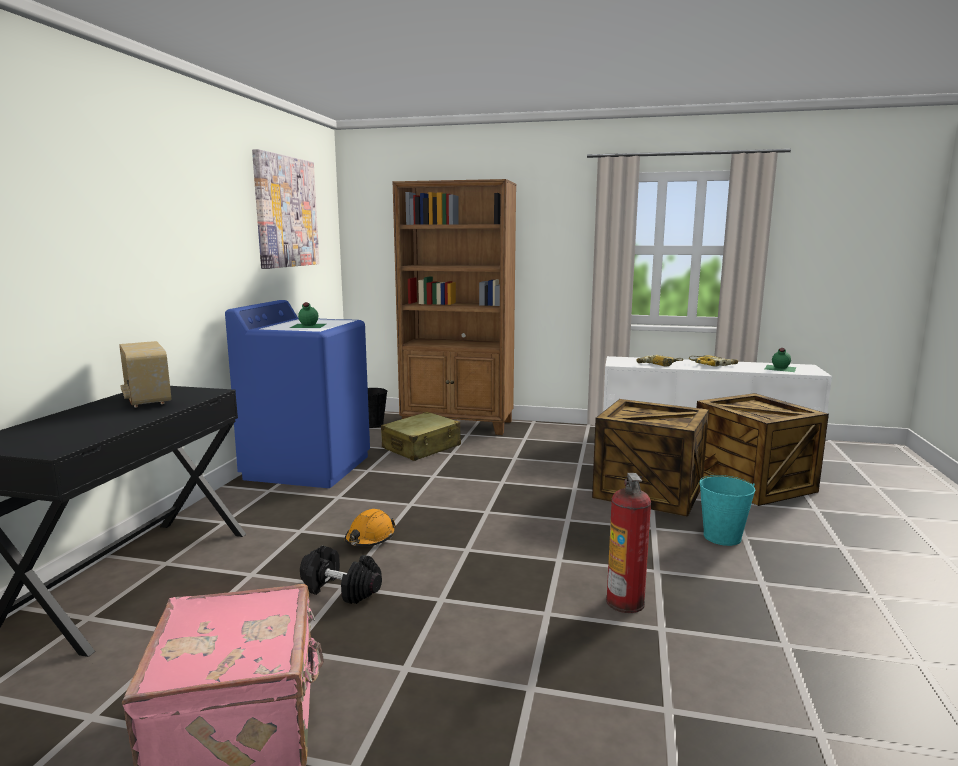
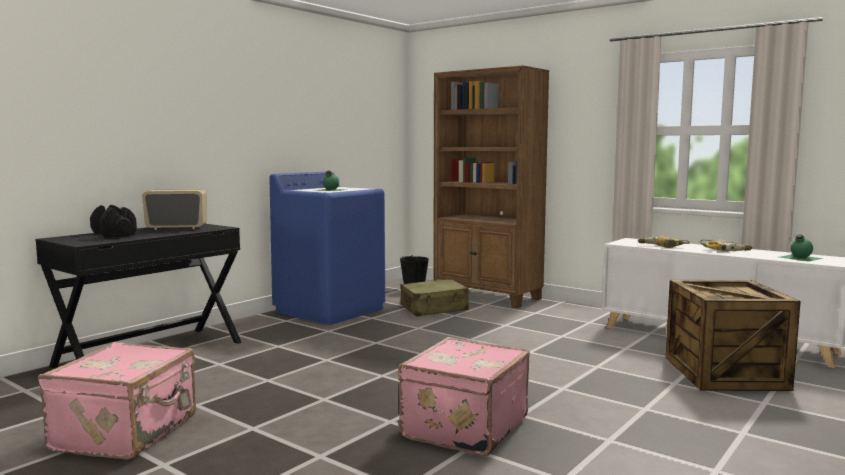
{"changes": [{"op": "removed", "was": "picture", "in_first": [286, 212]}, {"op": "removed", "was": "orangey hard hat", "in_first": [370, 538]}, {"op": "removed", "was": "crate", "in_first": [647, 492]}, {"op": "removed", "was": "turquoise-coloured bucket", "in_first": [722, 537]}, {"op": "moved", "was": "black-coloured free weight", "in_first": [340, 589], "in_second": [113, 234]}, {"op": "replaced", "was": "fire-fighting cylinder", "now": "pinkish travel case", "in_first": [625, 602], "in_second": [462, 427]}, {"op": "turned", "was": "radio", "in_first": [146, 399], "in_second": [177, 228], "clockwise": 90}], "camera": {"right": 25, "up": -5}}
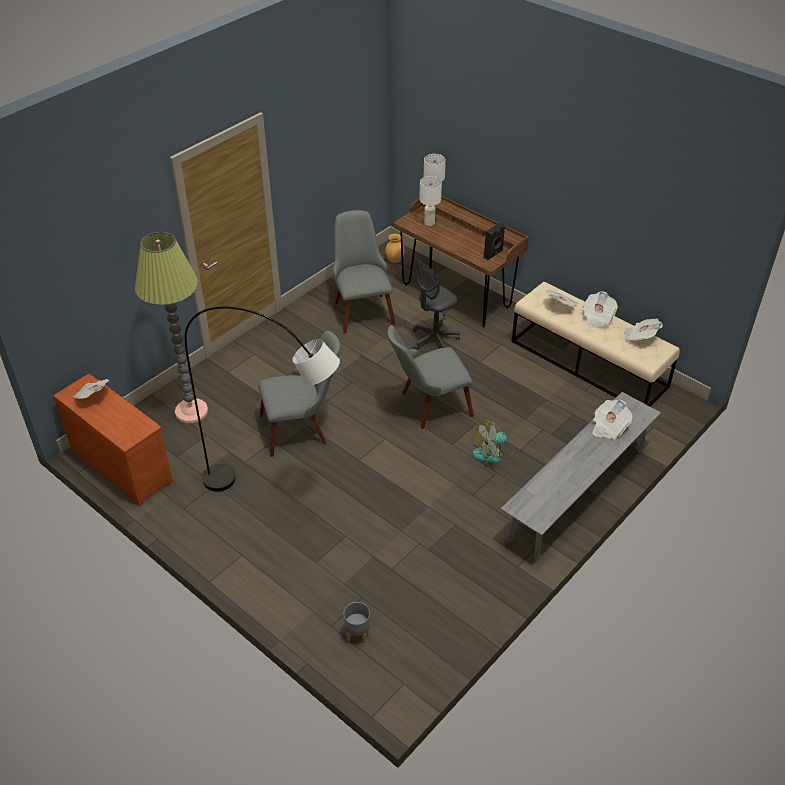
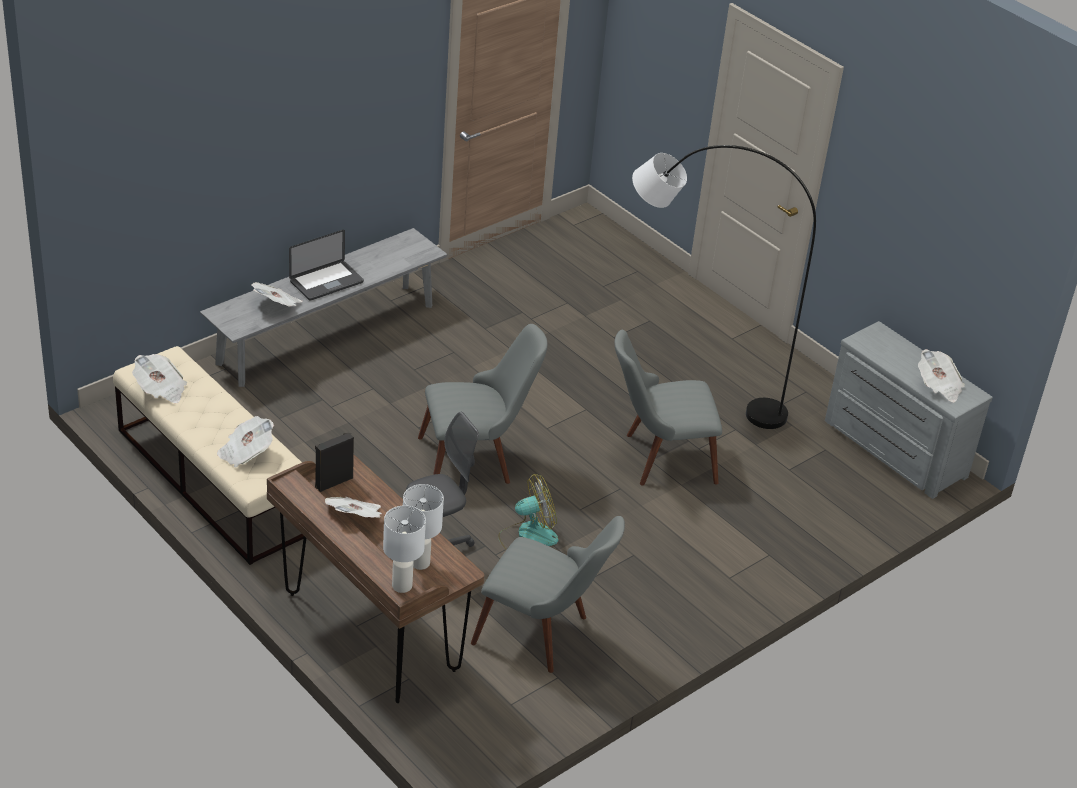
{"changes": [{"op": "removed", "was": "floor lamp", "in_first": [191, 411]}, {"op": "removed", "was": "greyish flower pot", "in_first": [357, 634]}, {"op": "removed", "was": "brownish vase", "in_first": [395, 260]}, {"op": "added", "now": "portable computer", "in_second": [326, 282]}, {"op": "moved", "was": "electric fan", "in_first": [493, 453], "in_second": [528, 537]}, {"op": "moved", "was": "newspaper", "in_first": [597, 318], "in_second": [356, 518]}, {"op": "recoloured", "was": "brownish dresser", "now": "greyish dresser", "in_first": [124, 464], "in_second": [893, 450]}, {"op": "turned", "was": "greyish chair", "in_first": [361, 308], "in_second": [544, 634], "clockwise": -60}], "camera": {"right": -175, "up": -5}}
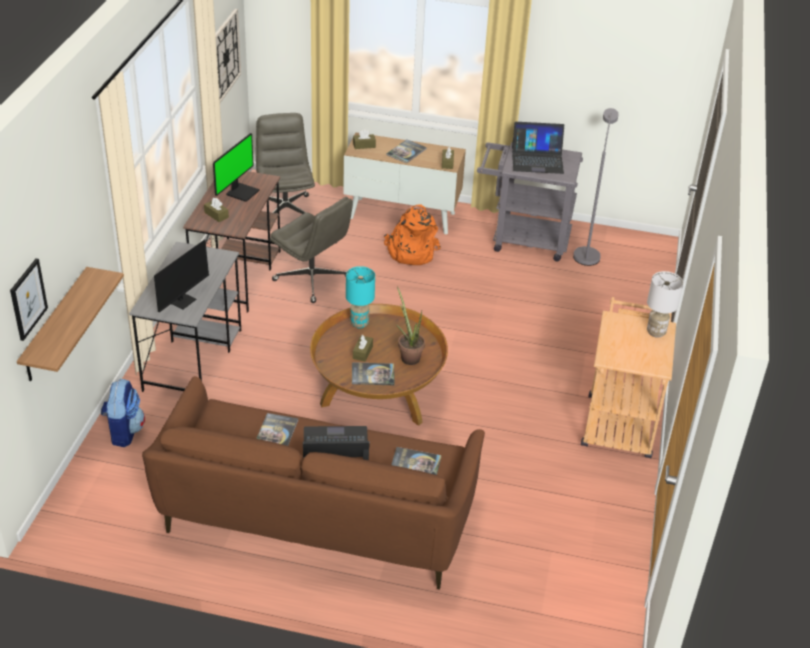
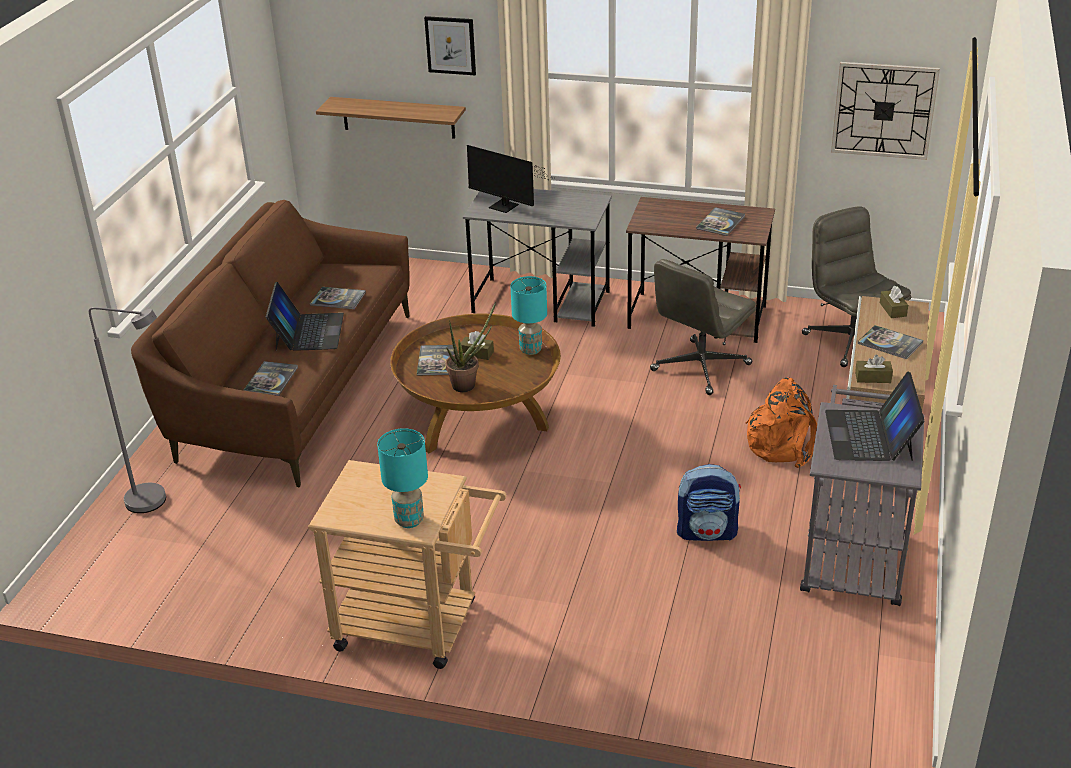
{"changes": [{"op": "removed", "was": "brownish tissue holder", "in_first": [216, 215]}, {"op": "moved", "was": "picture", "in_first": [28, 299], "in_second": [450, 45]}, {"op": "moved", "was": "knapsack", "in_first": [124, 431], "in_second": [707, 532]}, {"op": "moved", "was": "greyish floor lamp", "in_first": [587, 253], "in_second": [156, 502]}, {"op": "replaced", "was": "computer display", "now": "volume", "in_first": [241, 192], "in_second": [720, 222]}, {"op": "recoloured", "was": "whitish table lamp", "now": "turquoise-coloured table lamp", "in_first": [656, 332], "in_second": [409, 520]}, {"op": "turned", "was": "greyish desk chair", "in_first": [285, 211], "in_second": [850, 341], "clockwise": -105}], "camera": {"right": 95, "up": -5}}
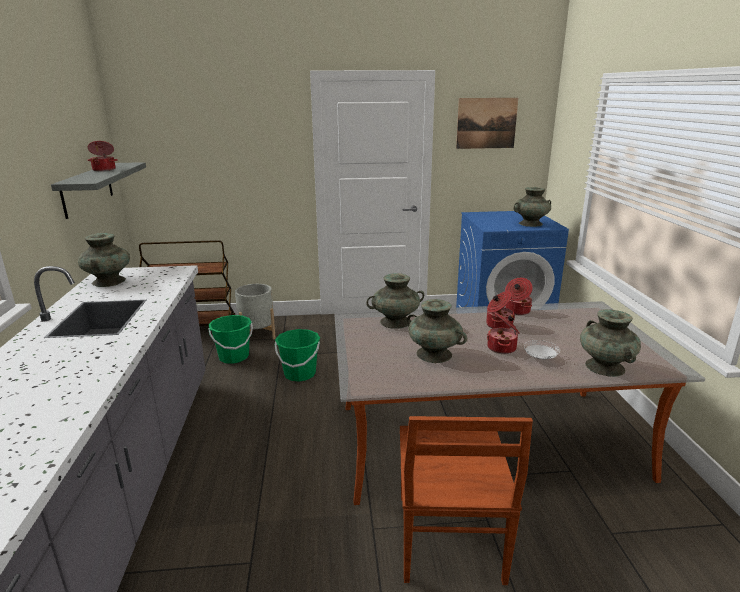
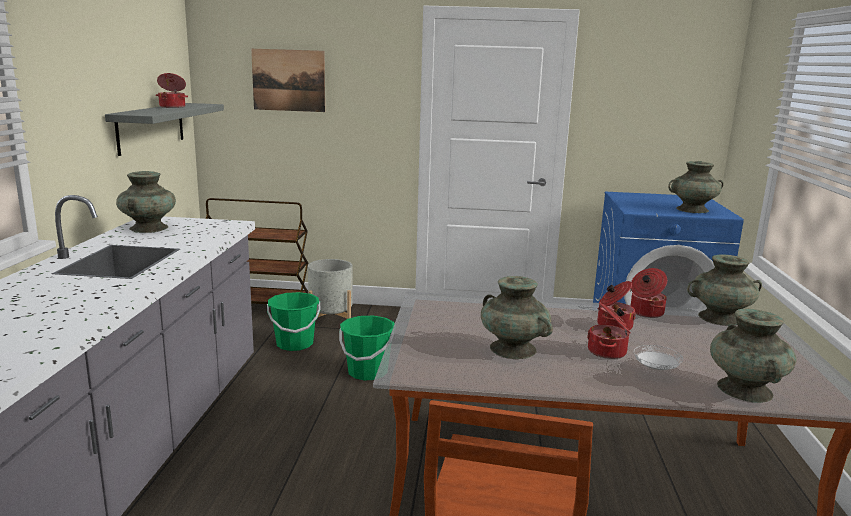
{"changes": [{"op": "moved", "was": "turquoise-coloured vase", "in_first": [395, 322], "in_second": [719, 318]}, {"op": "moved", "was": "picture", "in_first": [486, 123], "in_second": [288, 80]}], "camera": {"right": 10, "up": -5}}
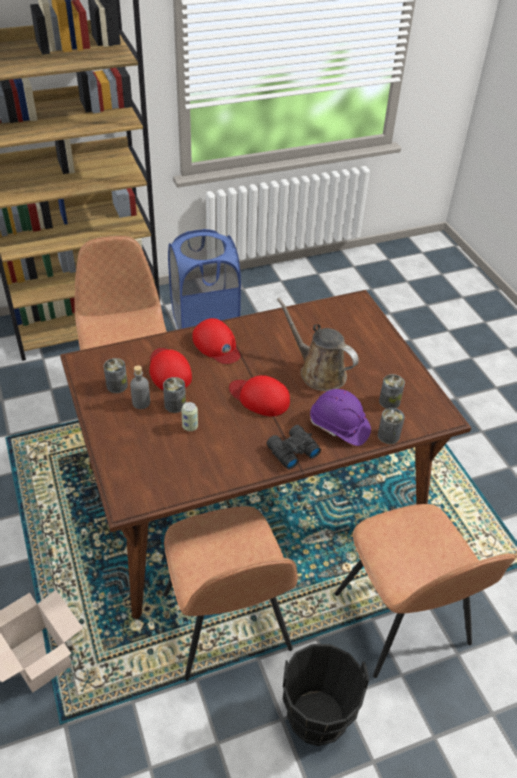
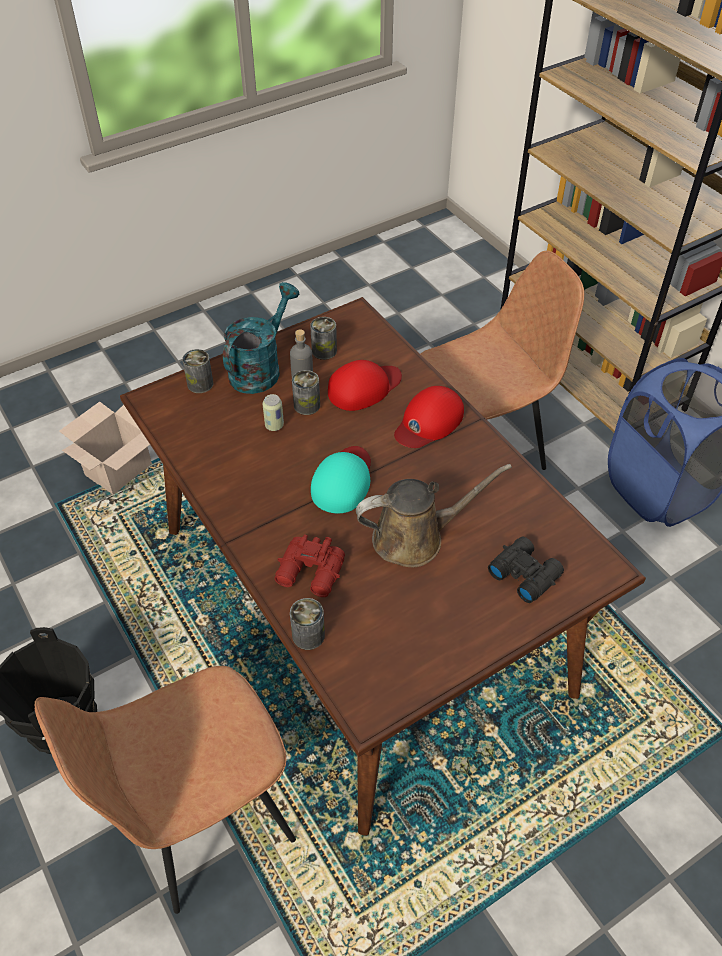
{"changes": [{"op": "removed", "was": "brownish chair", "in_first": [227, 625]}, {"op": "added", "now": "turquoise-coloured sprinkling can", "in_second": [260, 368]}, {"op": "moved", "was": "black-coloured pair of binoculars", "in_first": [291, 451], "in_second": [524, 573]}, {"op": "moved", "was": "metal can", "in_first": [389, 401], "in_second": [200, 384]}, {"op": "replaced", "was": "purplish hard hat", "now": "red pair of binoculars", "in_first": [339, 427], "in_second": [311, 574]}, {"op": "recoloured", "was": "red baseball cap", "now": "turquoise-coloured baseball cap", "in_first": [259, 397], "in_second": [343, 481]}, {"op": "turned", "was": "brownish sprinkling can", "in_first": [319, 372], "in_second": [415, 538], "clockwise": 45}], "camera": {"right": 80, "up": 5}}
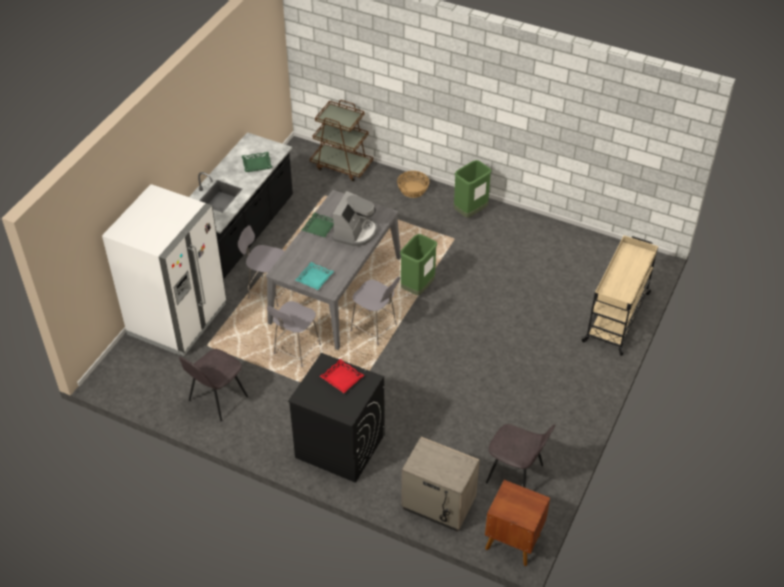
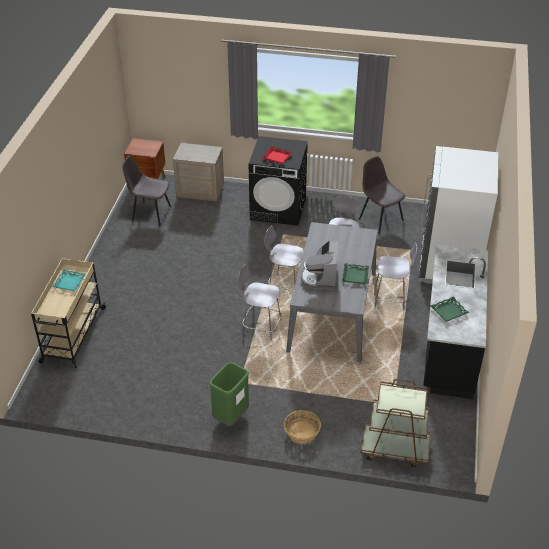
{"changes": [{"op": "moved", "was": "turquoise-coloured serving tray", "in_first": [314, 278], "in_second": [69, 282]}, {"op": "replaced", "was": "green rubbish bin", "now": "greyish sitting stool", "in_first": [417, 288], "in_second": [260, 326]}, {"op": "turned", "was": "greyish chair", "in_first": [217, 399], "in_second": [380, 219], "clockwise": -60}], "camera": {"right": 165, "up": -5}}
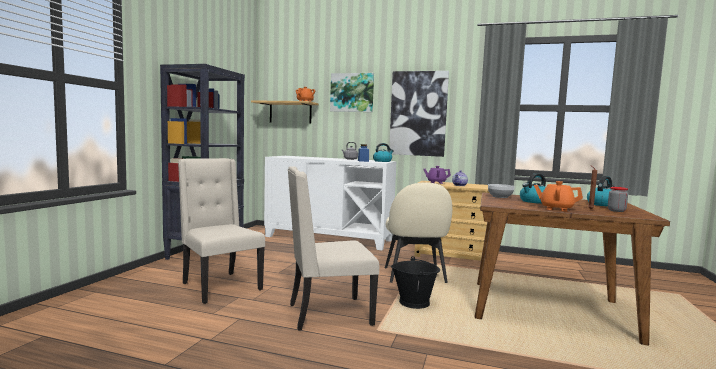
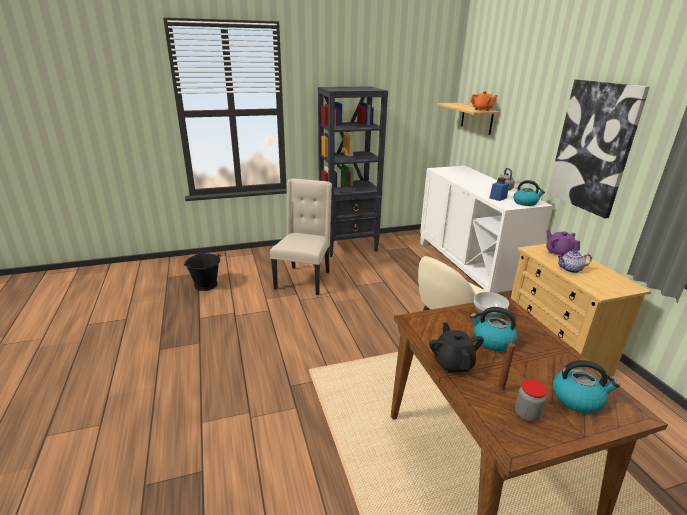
{"changes": [{"op": "removed", "was": "beige chair", "in_first": [327, 314]}, {"op": "removed", "was": "picture", "in_first": [352, 92]}, {"op": "moved", "was": "black-coloured bucket", "in_first": [414, 303], "in_second": [206, 285]}, {"op": "recoloured", "was": "orangey tea pot", "now": "black-coloured tea pot", "in_first": [556, 209], "in_second": [452, 363]}], "camera": {"right": 55, "up": 20}}
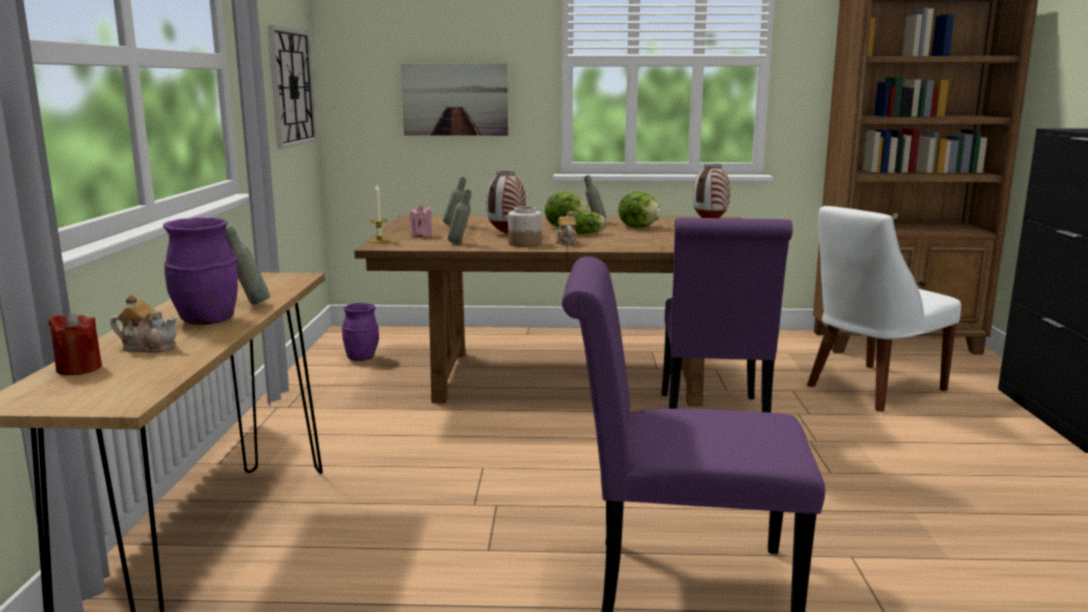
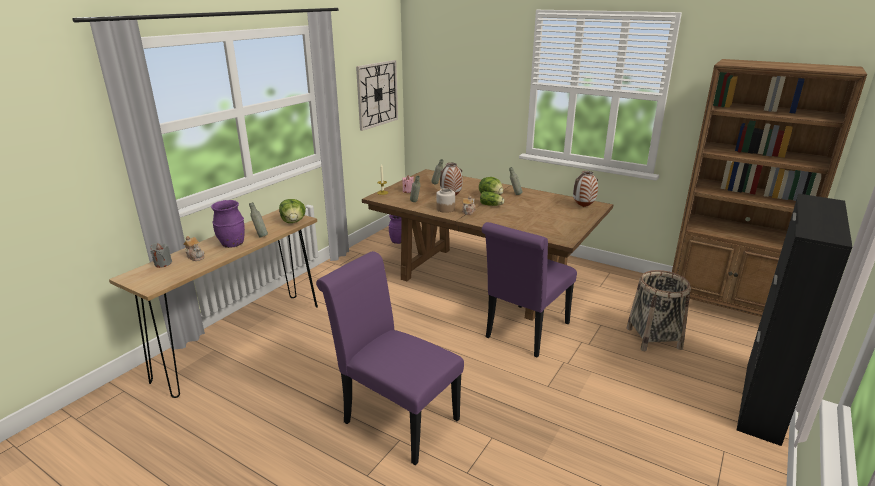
{"changes": [{"op": "removed", "was": "picture", "in_first": [455, 99]}, {"op": "moved", "was": "lettuce", "in_first": [639, 227], "in_second": [293, 222]}, {"op": "replaced", "was": "whitish chair", "now": "basket", "in_first": [870, 389], "in_second": [653, 338]}, {"op": "recoloured", "was": "red wax candle", "now": "greyish wax candle", "in_first": [79, 368], "in_second": [163, 264]}], "camera": {"right": 30, "up": 10}}
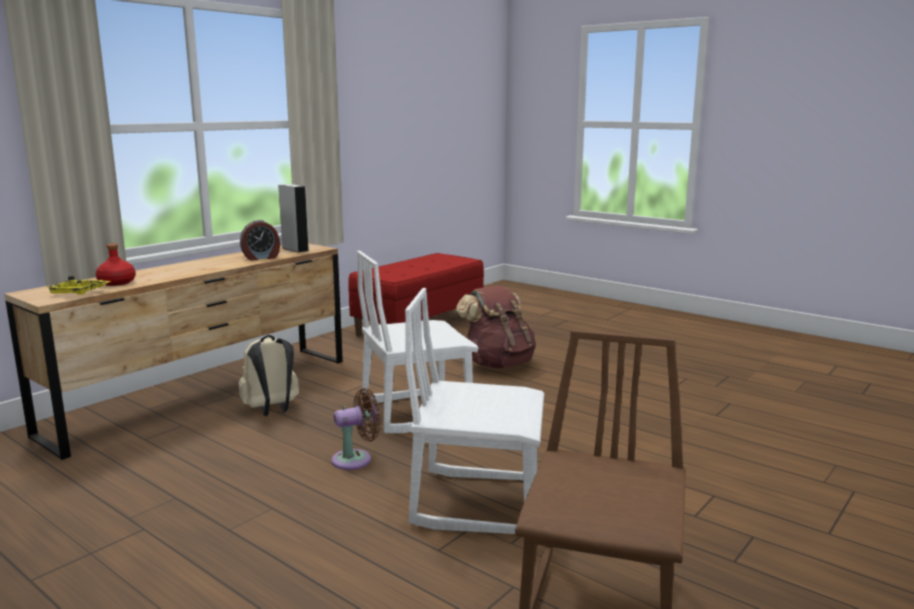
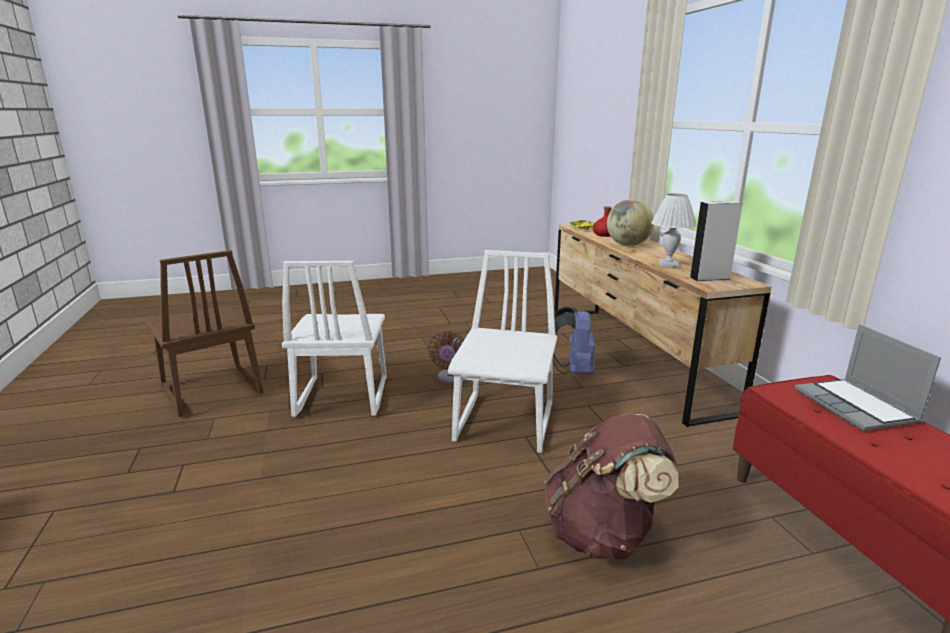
{"changes": [{"op": "added", "now": "world globe", "in_second": [627, 245]}, {"op": "added", "now": "portable computer", "in_second": [856, 407]}, {"op": "replaced", "was": "table clock", "now": "whitish table lamp", "in_first": [261, 258], "in_second": [668, 265]}, {"op": "recoloured", "was": "beige knapsack", "now": "blue knapsack", "in_first": [272, 410], "in_second": [573, 371]}, {"op": "turned", "was": "whitish chair", "in_first": [476, 501], "in_second": [341, 397], "clockwise": 135}], "camera": {"right": 125, "up": 5}}
